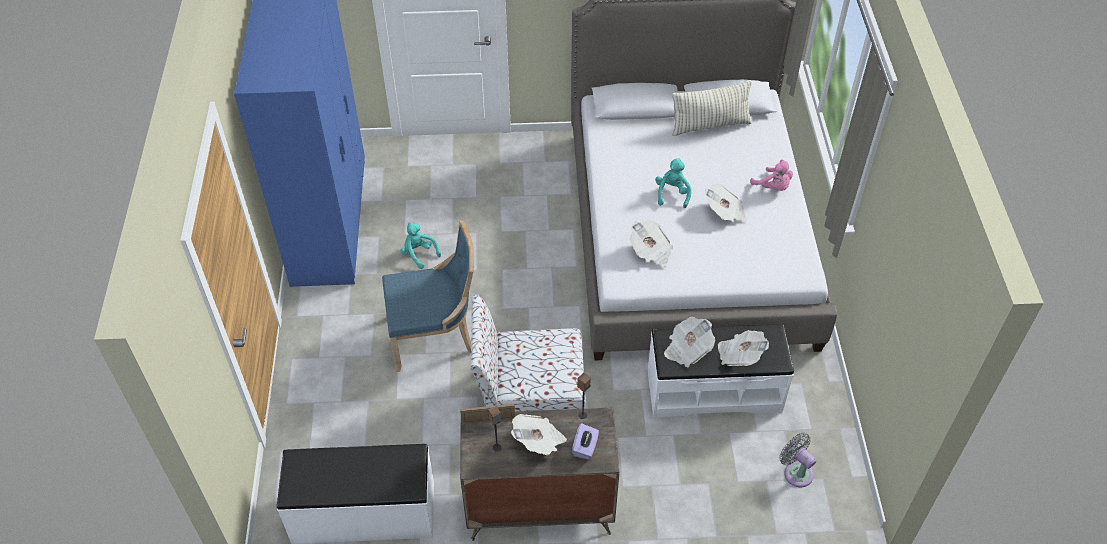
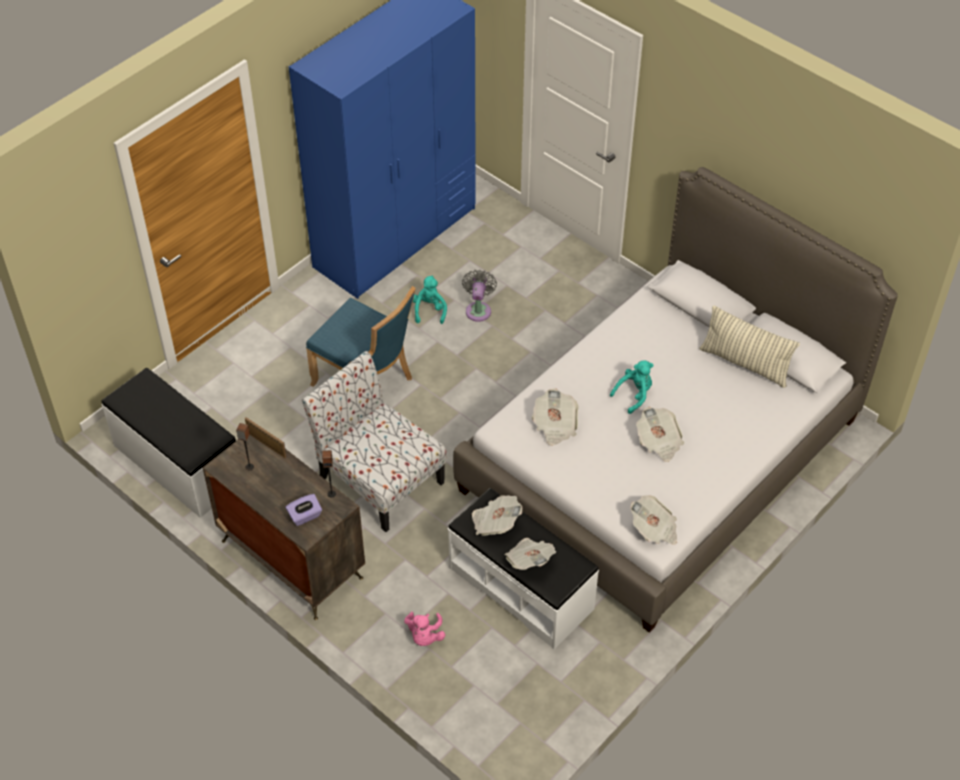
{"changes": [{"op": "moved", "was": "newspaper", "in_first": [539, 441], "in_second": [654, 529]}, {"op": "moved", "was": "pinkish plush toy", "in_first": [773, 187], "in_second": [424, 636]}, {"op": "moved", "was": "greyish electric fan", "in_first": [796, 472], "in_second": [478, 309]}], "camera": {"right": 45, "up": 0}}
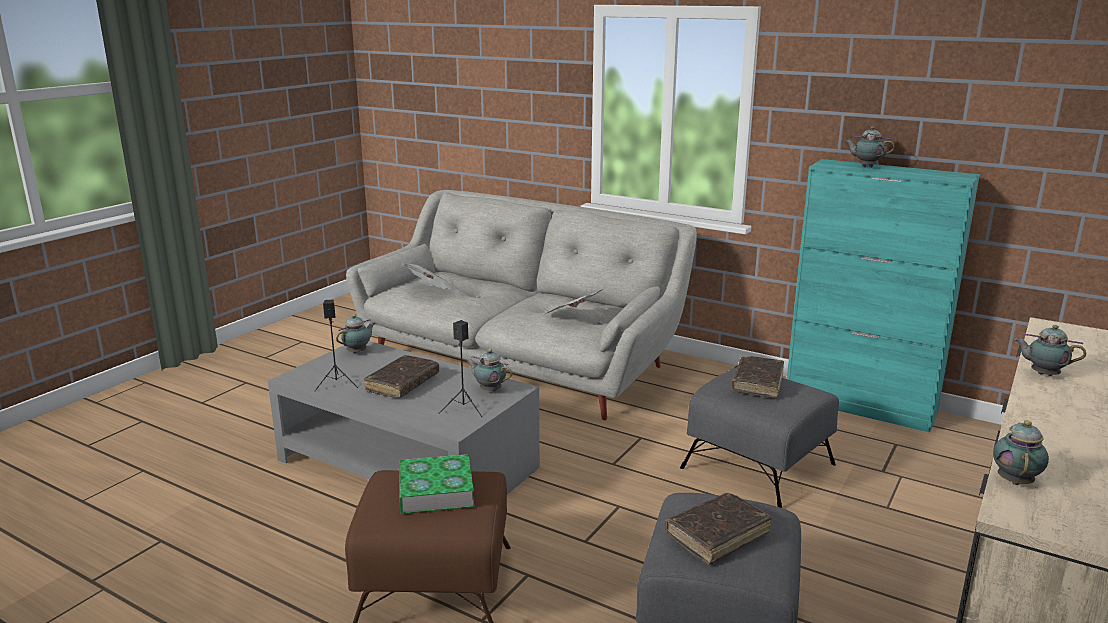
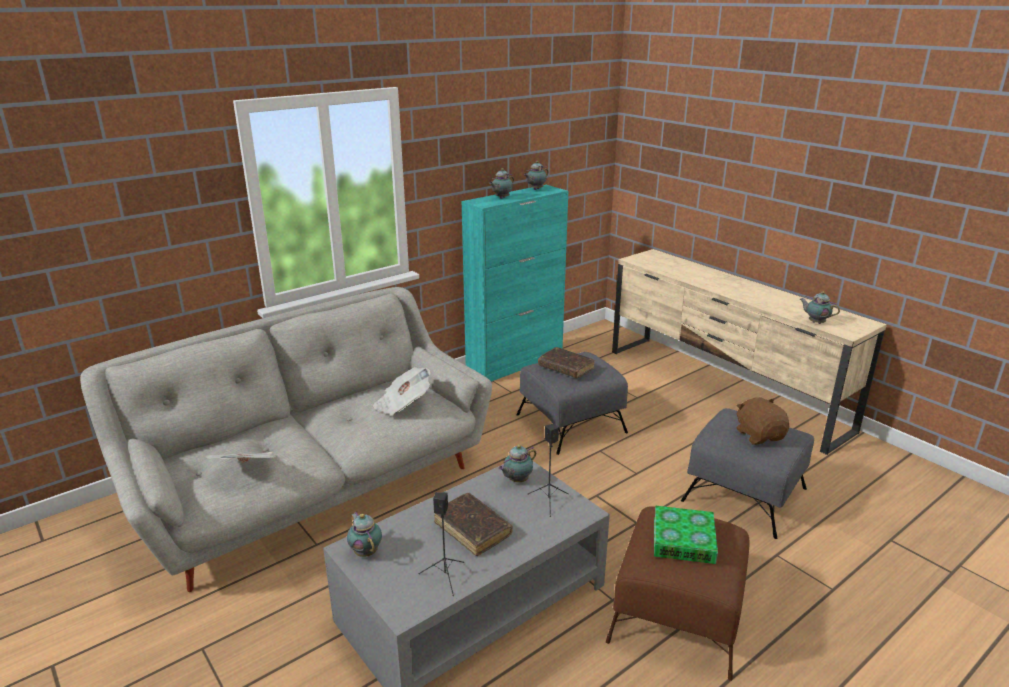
{"changes": [{"op": "moved", "was": "tea pot", "in_first": [1042, 374], "in_second": [535, 189]}, {"op": "replaced", "was": "brownish volume", "now": "brownish plush toy", "in_first": [717, 535], "in_second": [759, 435]}], "camera": {"right": -70, "up": 5}}
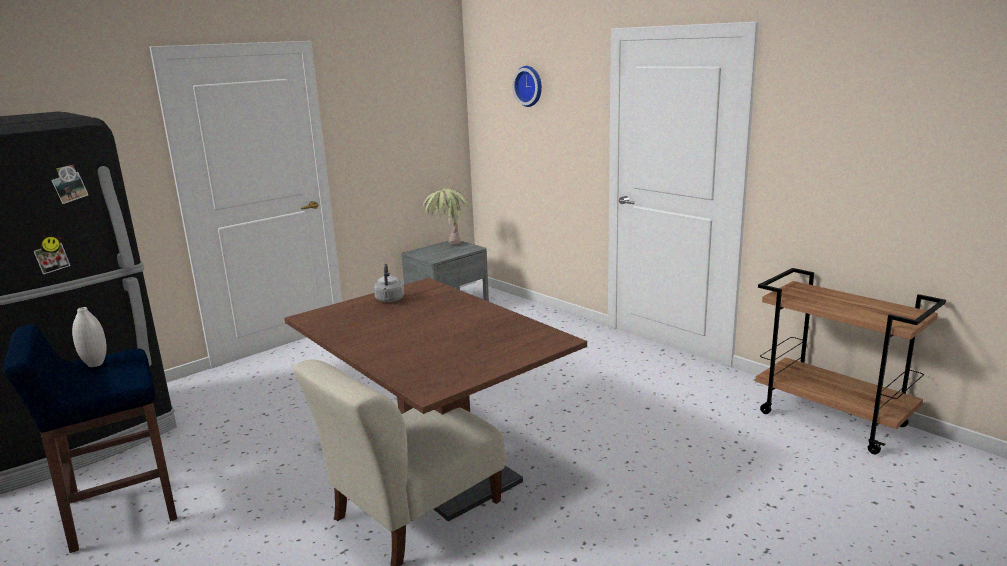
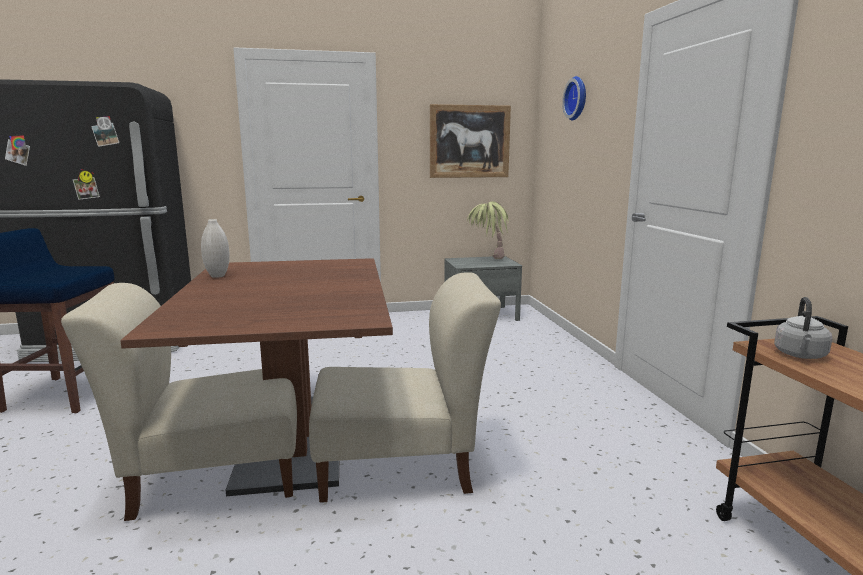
{"changes": [{"op": "added", "now": "beige chair", "in_second": [402, 466]}, {"op": "added", "now": "picture", "in_second": [469, 141]}, {"op": "moved", "was": "whitish vase", "in_first": [95, 364], "in_second": [217, 276]}, {"op": "moved", "was": "greyish water kettle", "in_first": [389, 300], "in_second": [800, 355]}], "camera": {"right": 30, "up": -5}}
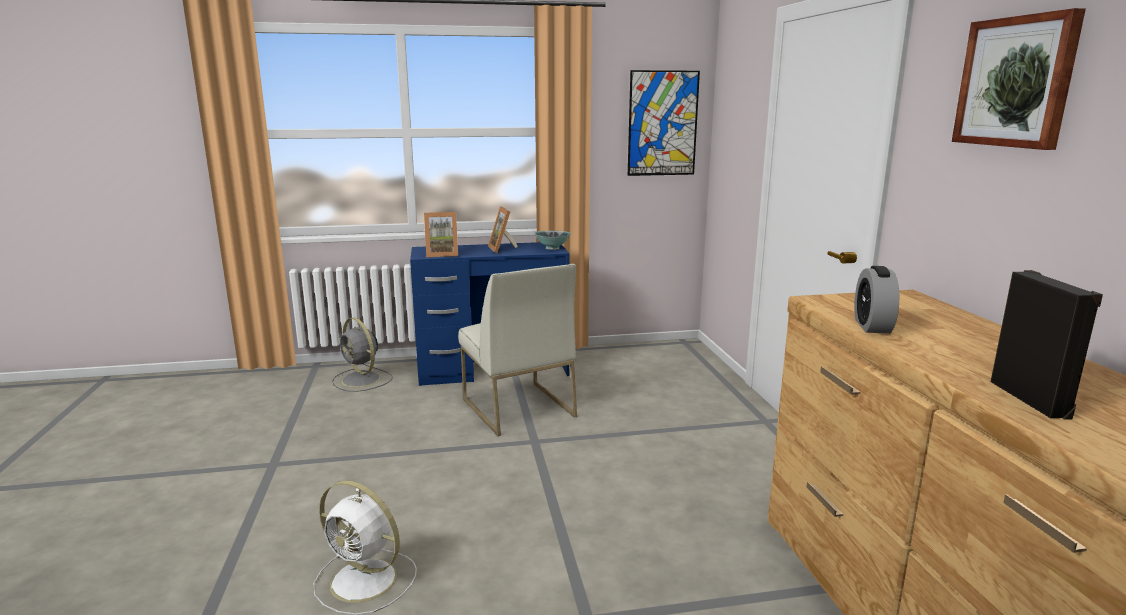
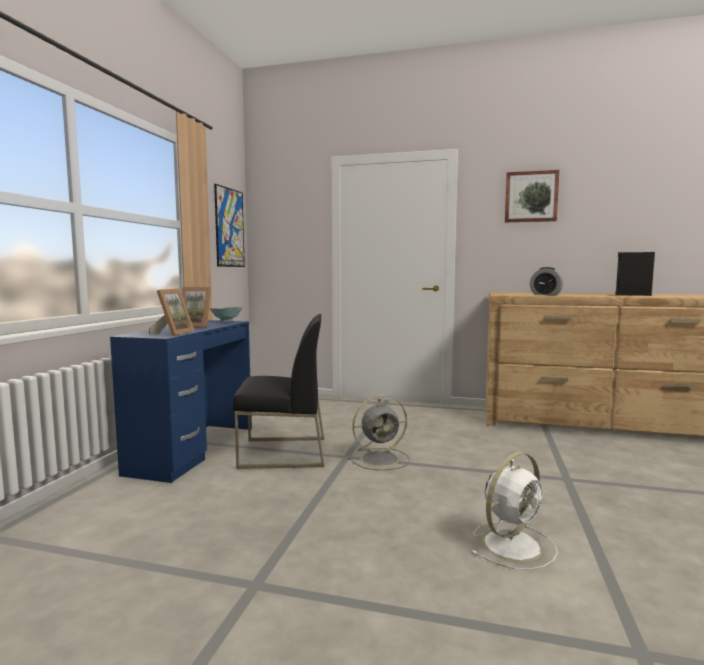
{"changes": [{"op": "moved", "was": "greyish electric fan", "in_first": [362, 380], "in_second": [381, 459]}, {"op": "recoloured", "was": "whitish chair", "now": "black-coloured chair", "in_first": [517, 408], "in_second": [282, 453]}], "camera": {"right": -65, "up": -10}}
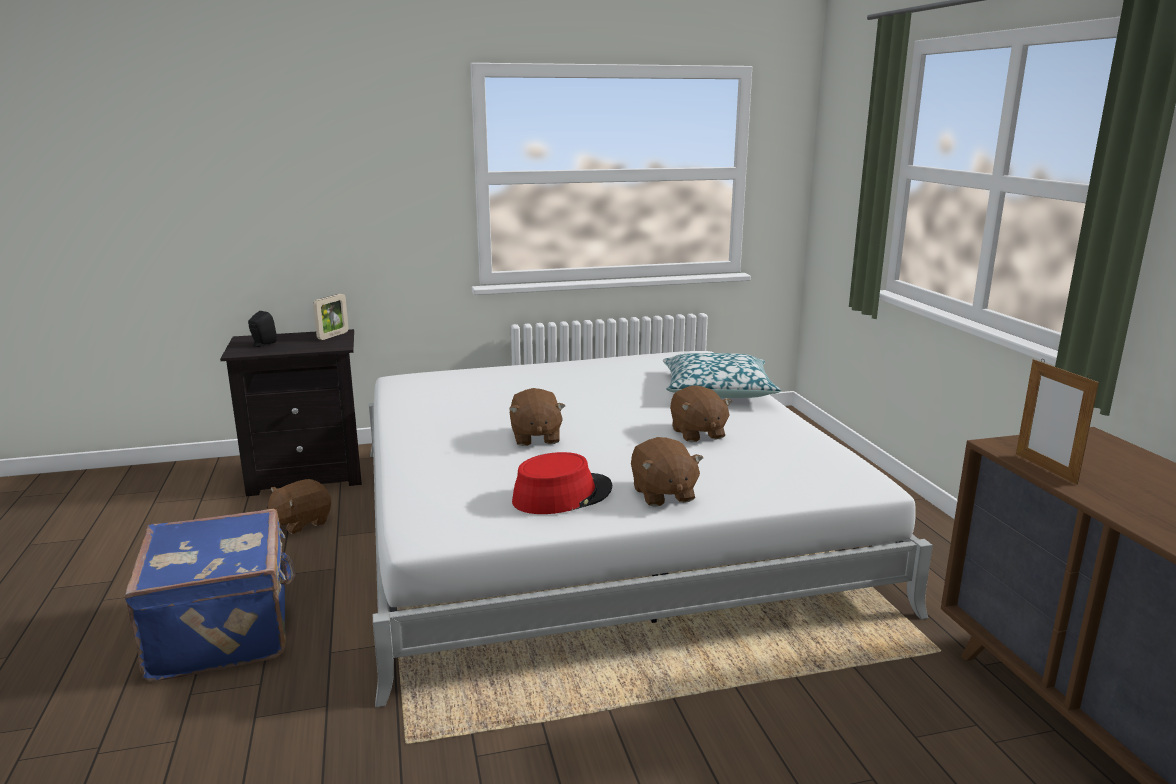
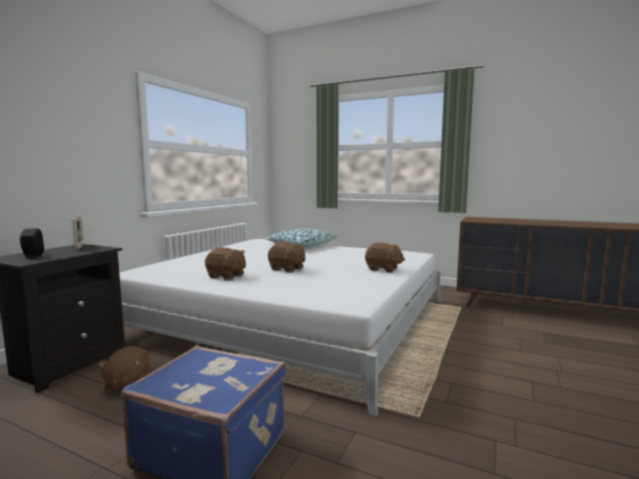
{"changes": [{"op": "removed", "was": "red hat", "in_first": [562, 495]}, {"op": "removed", "was": "picture frame", "in_first": [1045, 468]}, {"op": "moved", "was": "brownish plush toy", "in_first": [697, 433], "in_second": [226, 276]}], "camera": {"right": -50, "up": -10}}
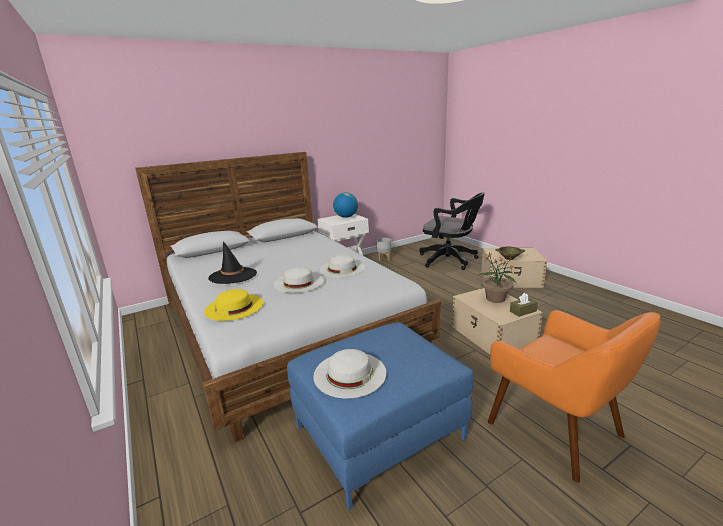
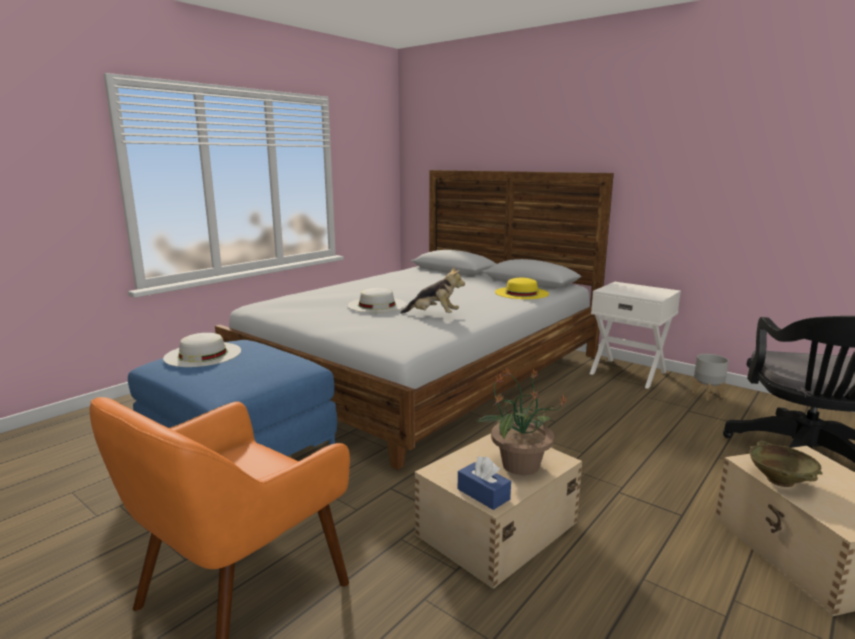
{"changes": [{"op": "removed", "was": "black-coloured hat", "in_first": [233, 276]}, {"op": "removed", "was": "world globe", "in_first": [346, 217]}, {"op": "moved", "was": "yellow-coloured hat", "in_first": [234, 307], "in_second": [521, 293]}, {"op": "replaced", "was": "whitish hat", "now": "plush toy", "in_first": [342, 268], "in_second": [433, 315]}, {"op": "recoloured", "was": "brownish tissue holder", "now": "blue tissue holder", "in_first": [523, 311], "in_second": [483, 494]}], "camera": {"right": 70, "up": -5}}
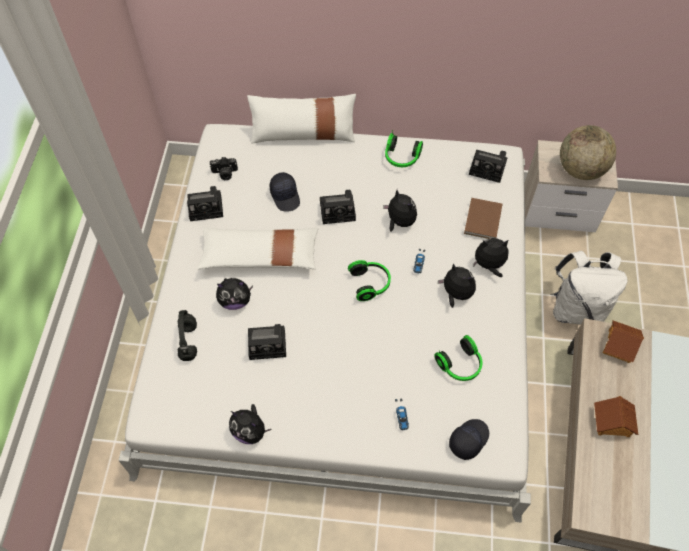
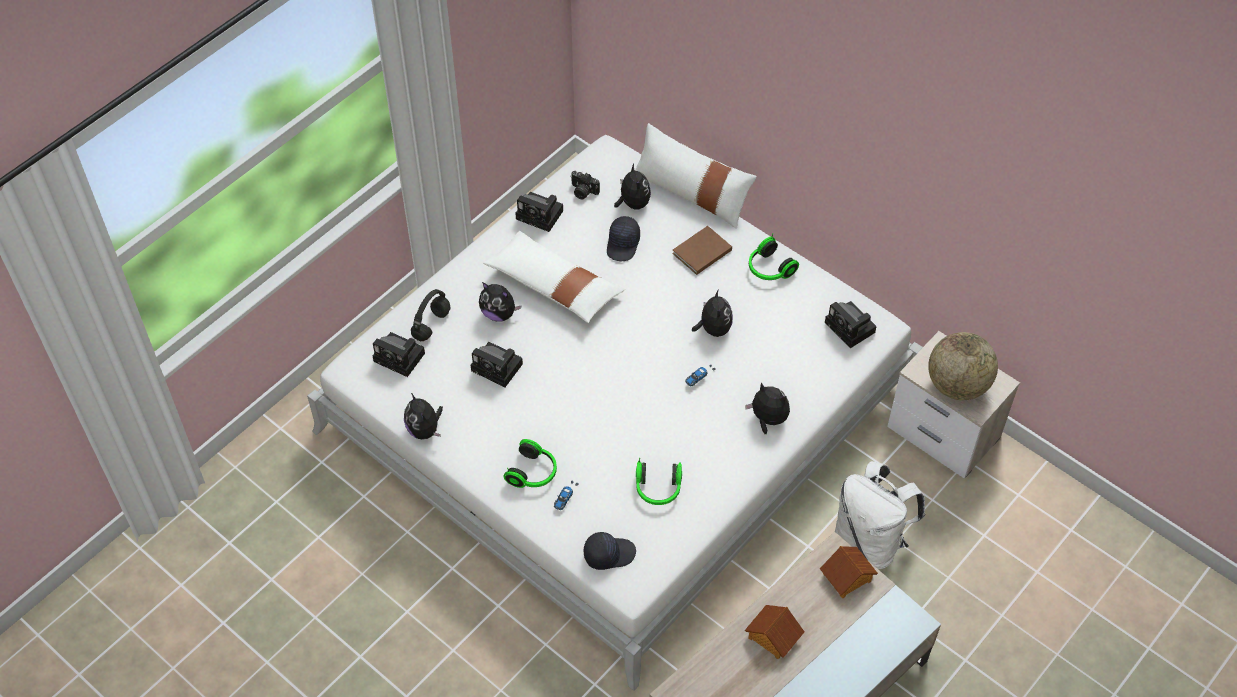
{"changes": [{"op": "moved", "was": "still camera", "in_first": [339, 211], "in_second": [401, 358]}, {"op": "moved", "was": "pair of headphones", "in_first": [370, 283], "in_second": [533, 473]}, {"op": "moved", "was": "plush toy", "in_first": [456, 294], "in_second": [633, 203]}, {"op": "moved", "was": "brownish volume", "in_first": [482, 221], "in_second": [700, 252]}], "camera": {"right": 35, "up": -5}}
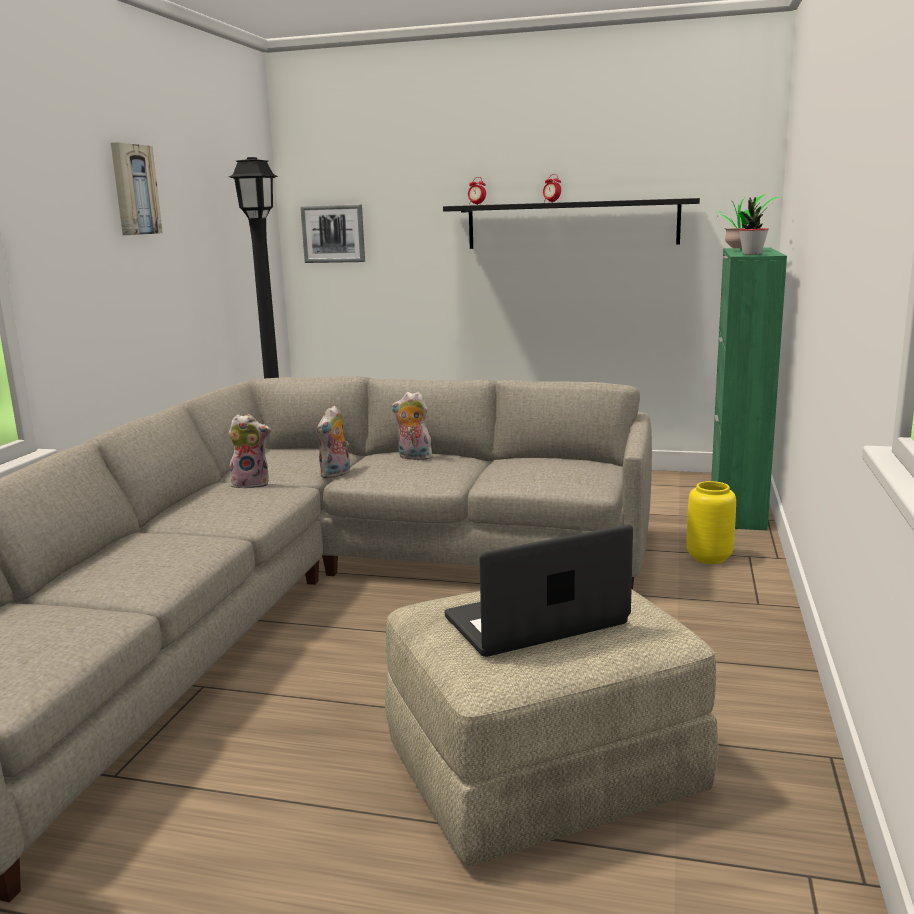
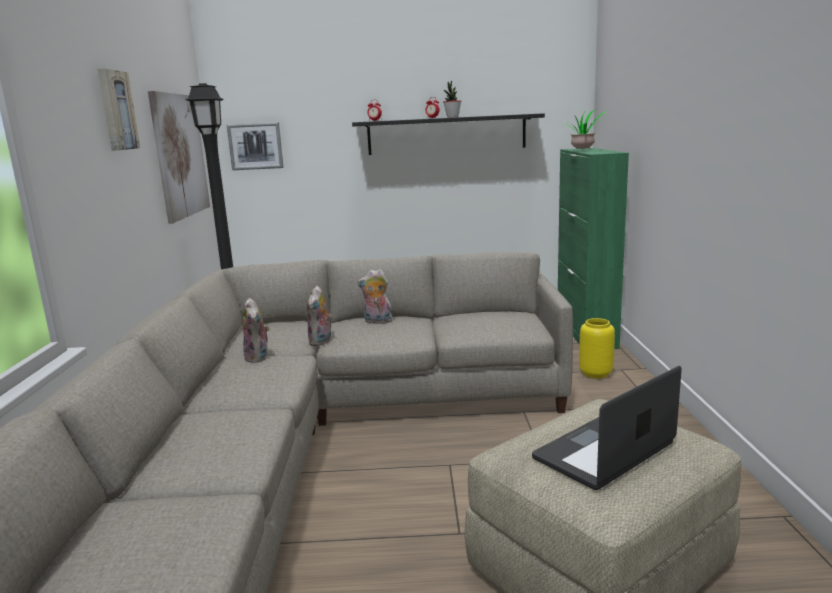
{"changes": [{"op": "added", "now": "picture", "in_second": [180, 155]}, {"op": "moved", "was": "potted plant", "in_first": [751, 254], "in_second": [452, 117]}, {"op": "turned", "was": "plush toy", "in_first": [252, 484], "in_second": [258, 358], "clockwise": 90}], "camera": {"right": -15, "up": 0}}
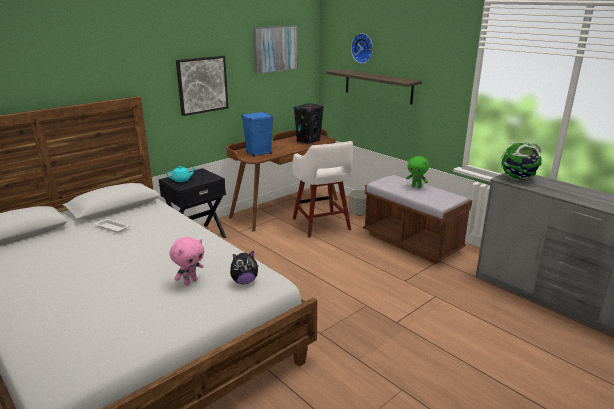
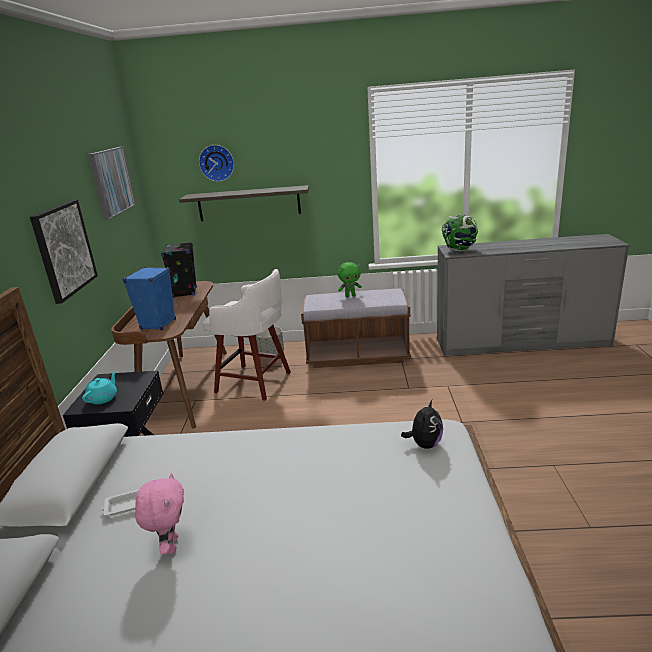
{"changes": [{"op": "moved", "was": "pinkish plush toy", "in_first": [190, 281], "in_second": [170, 545]}], "camera": {"right": -45, "up": 0}}
